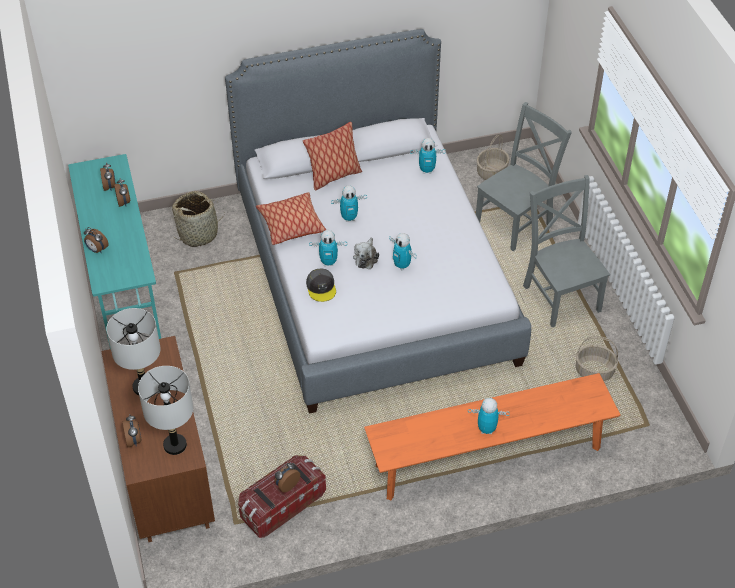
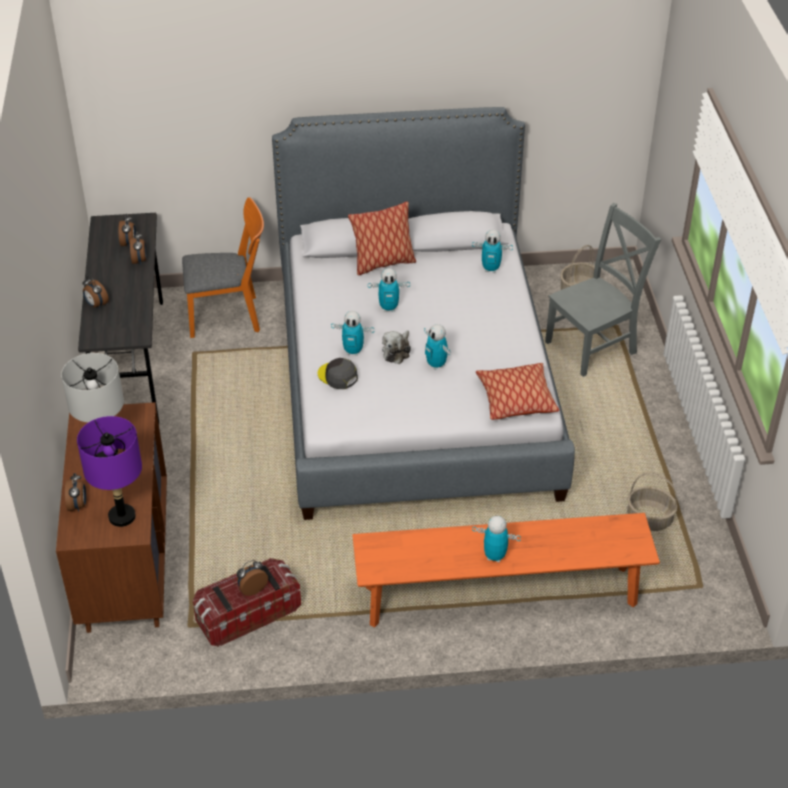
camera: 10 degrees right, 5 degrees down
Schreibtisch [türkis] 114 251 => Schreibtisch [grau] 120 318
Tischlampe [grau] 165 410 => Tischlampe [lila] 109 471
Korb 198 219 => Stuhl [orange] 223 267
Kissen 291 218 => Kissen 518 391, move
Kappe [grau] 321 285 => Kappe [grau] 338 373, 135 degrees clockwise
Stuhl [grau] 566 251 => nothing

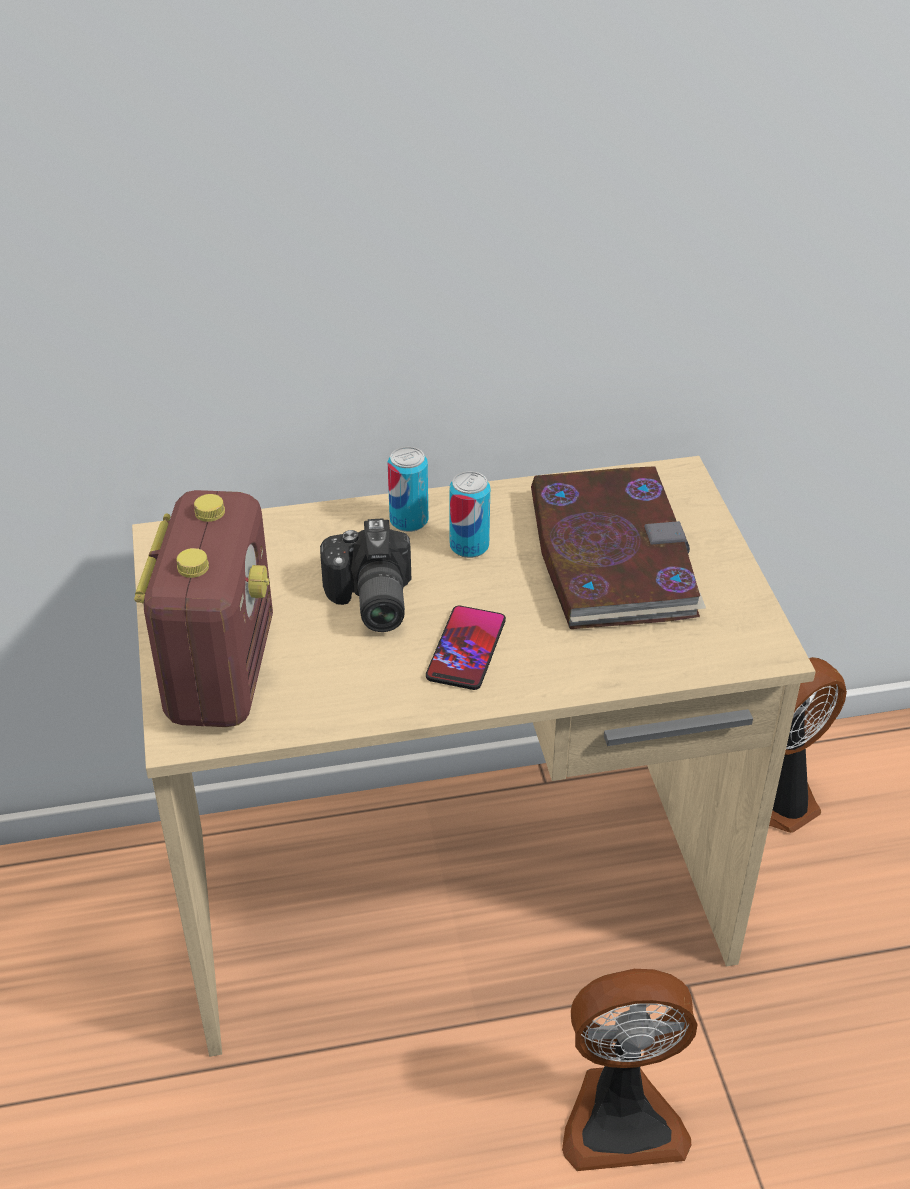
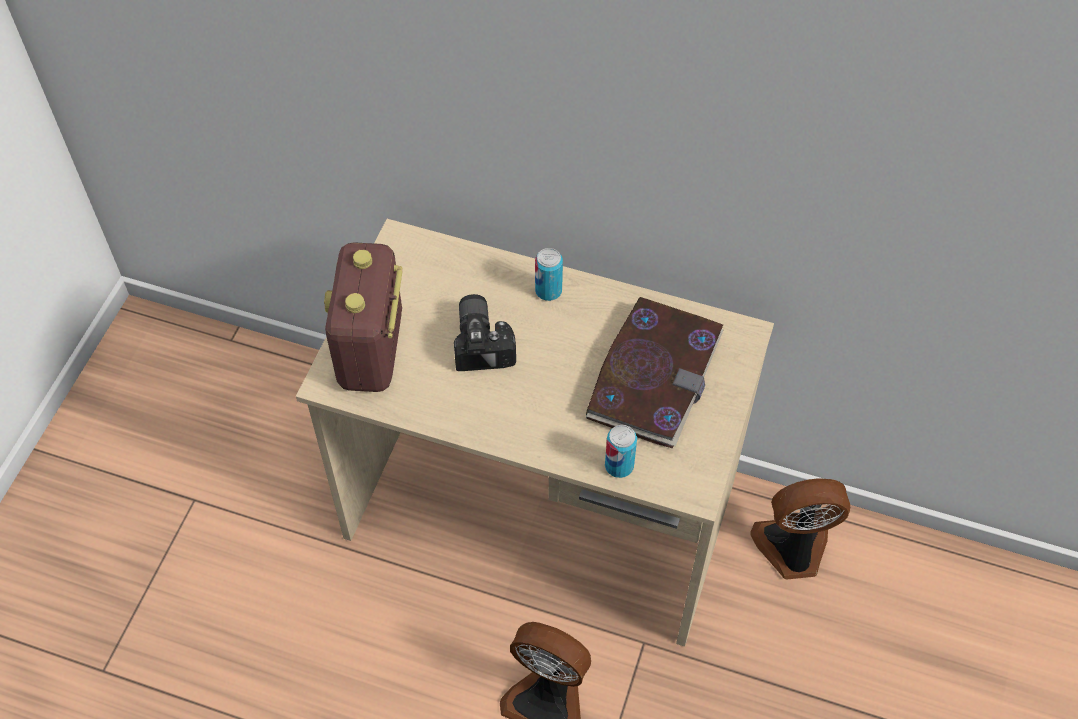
camera: 30 degrees right, 15 degrees up
Radio 203 608 => Radio 363 317, 150 degrees clockwise
Kamera 366 575 => Kamera 485 332, 150 degrees clockwise
Handy 466 648 => nothing
Dose 469 514 => Dose 621 451, move

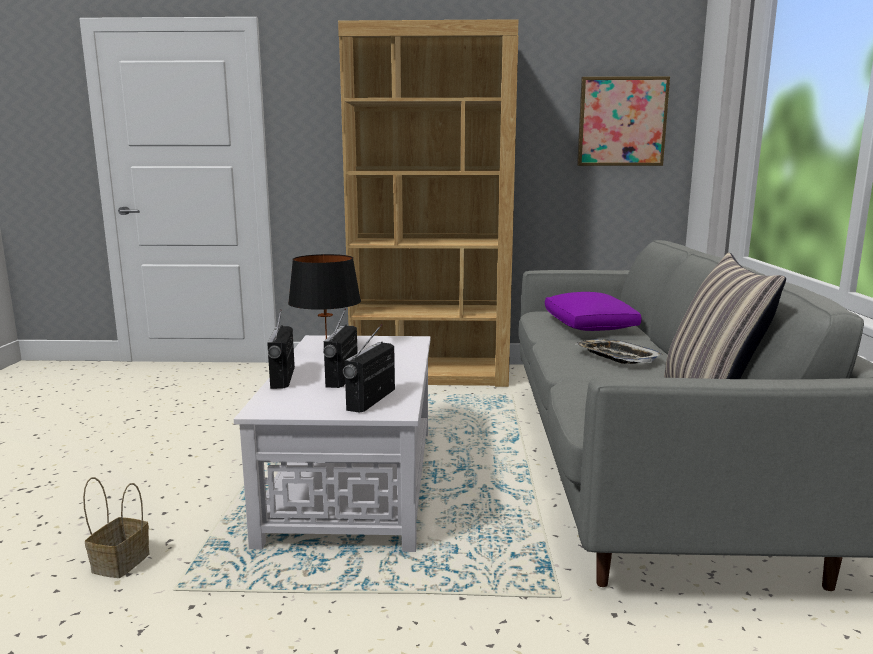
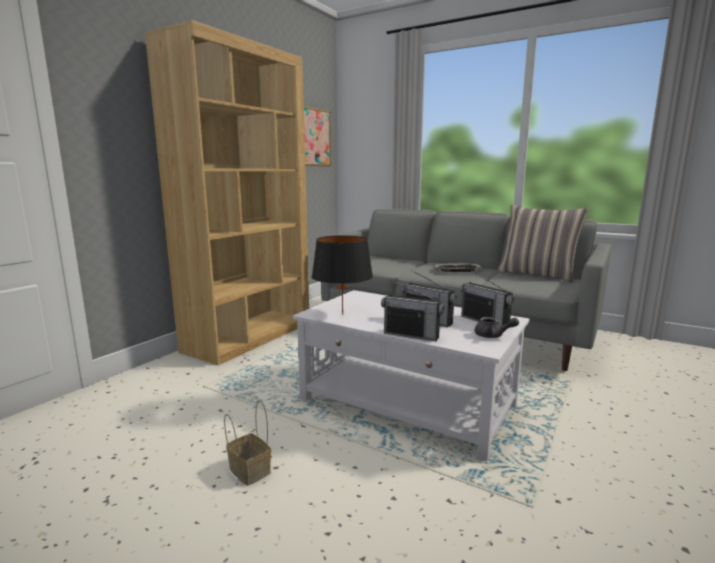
camera: 60 degrees left, 0 degrees up
Korb 116 527 => Korb 247 443, move
Kissen [lila] 593 311 => nothing
nothing => Teekanne [grau] 497 327

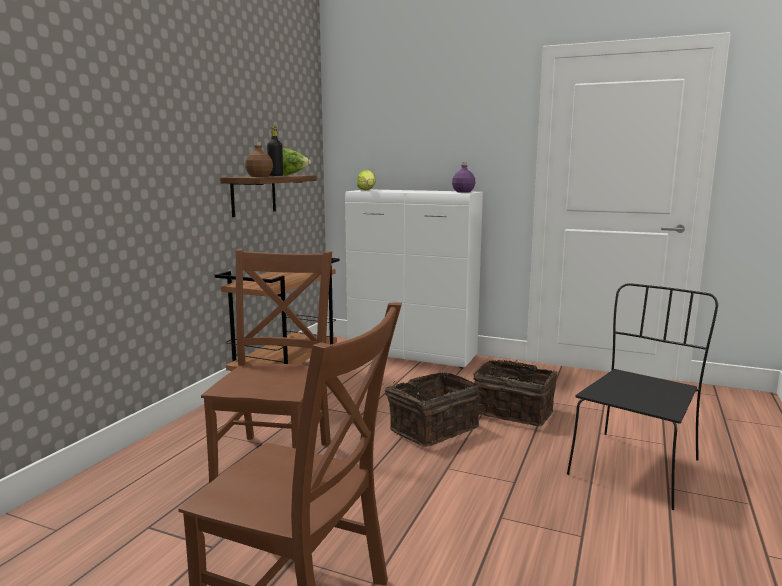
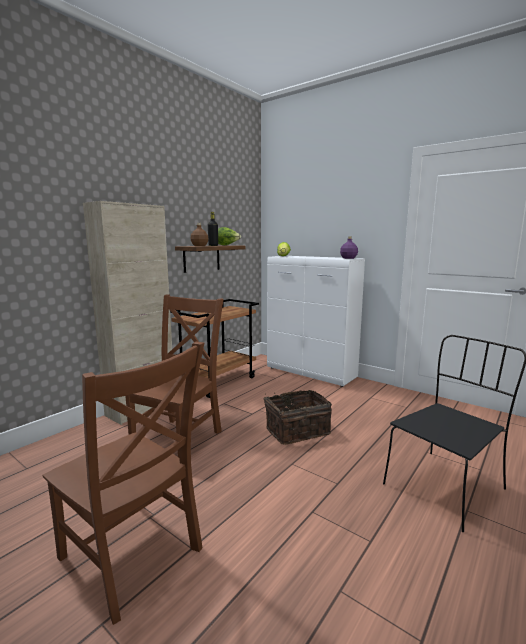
camera: 15 degrees right, 0 degrees up
Korb 515 393 => nothing
nothing => Schrank [beige] 127 313

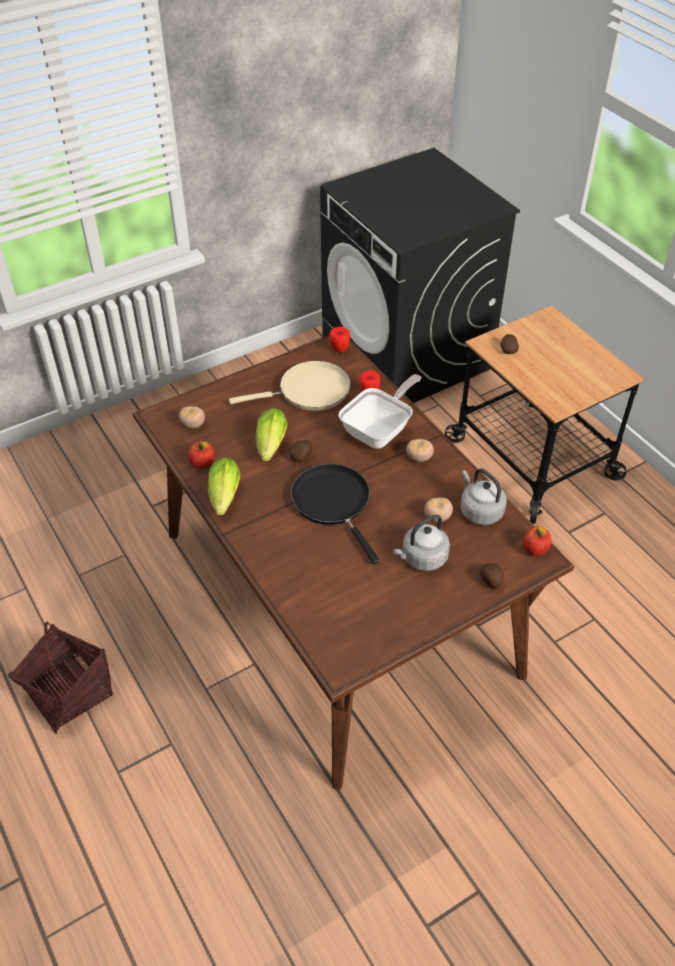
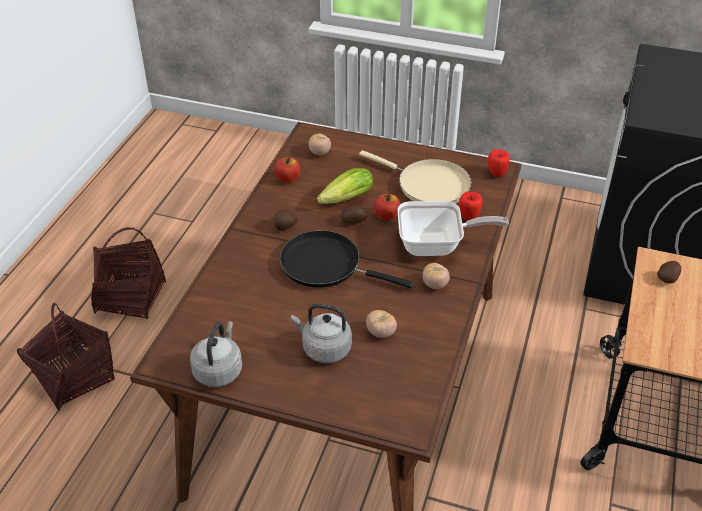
camera: 50 degrees right, 5 degrees down
Salatkopf 224 486 => nothing
Pfanne [schwarz] 335 514 => Pfanne [schwarz] 346 259, 90 degrees counterclockwise
Wasserkessel [grau] 483 497 => Wasserkessel [grau] 216 354, move
Kartoffel 492 576 => Kartoffel 286 220, move
Apfel 537 541 => Apfel 387 207, move
nothing => Korb 65 357

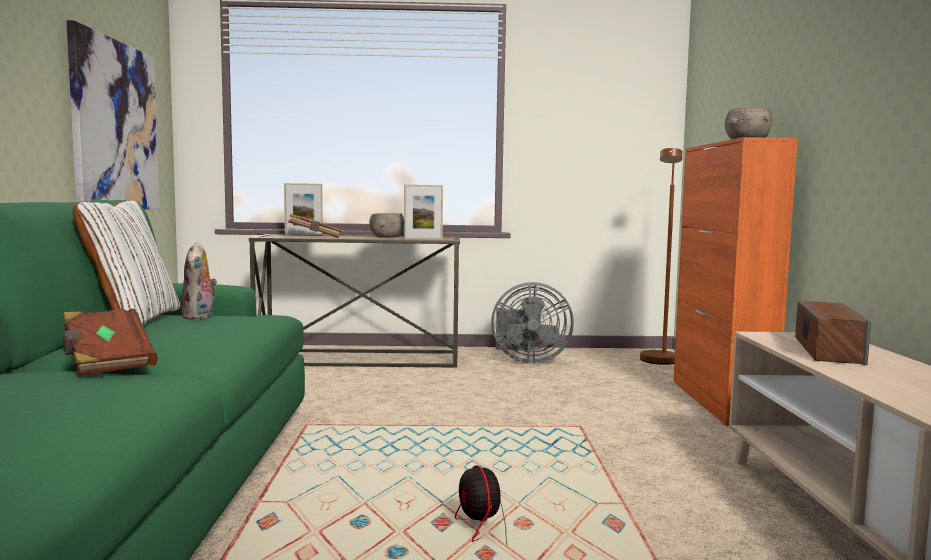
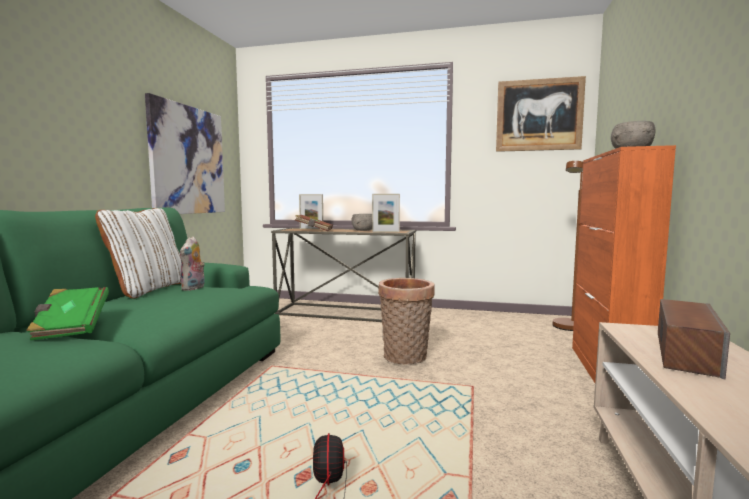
camera: 15 degrees right, 0 degrees up
Buch [braun] 110 342 => Buch [grün] 67 313
Ventilator [grau] 532 323 => nothing
nothing => Korb 406 321
nothing => Bild 541 114

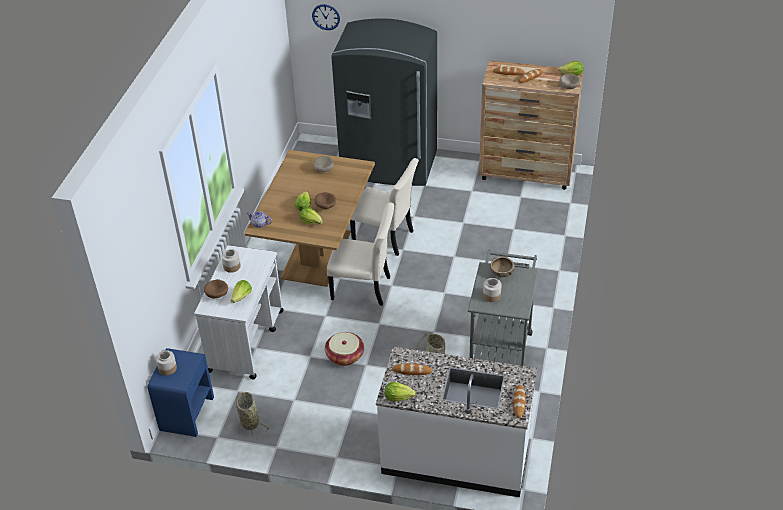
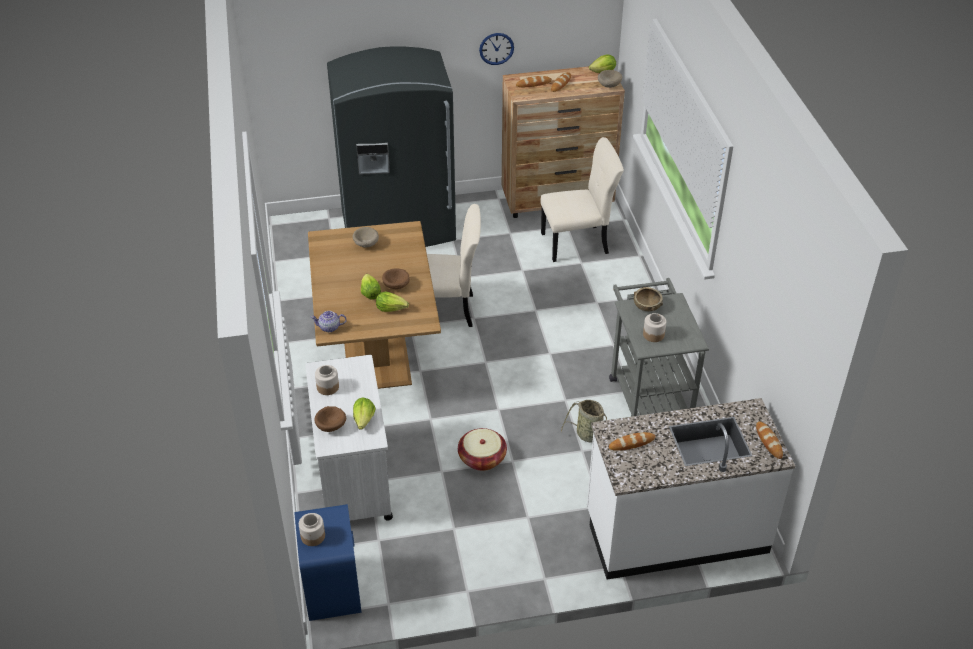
camera: 25 degrees left, 0 degrees up
Korb 253 415 => nothing
Wanduhr 326 17 => Wanduhr 496 49, move
Stuhl [beige] 360 254 => Stuhl [beige] 582 199, move
Salatkopf 400 391 => nothing

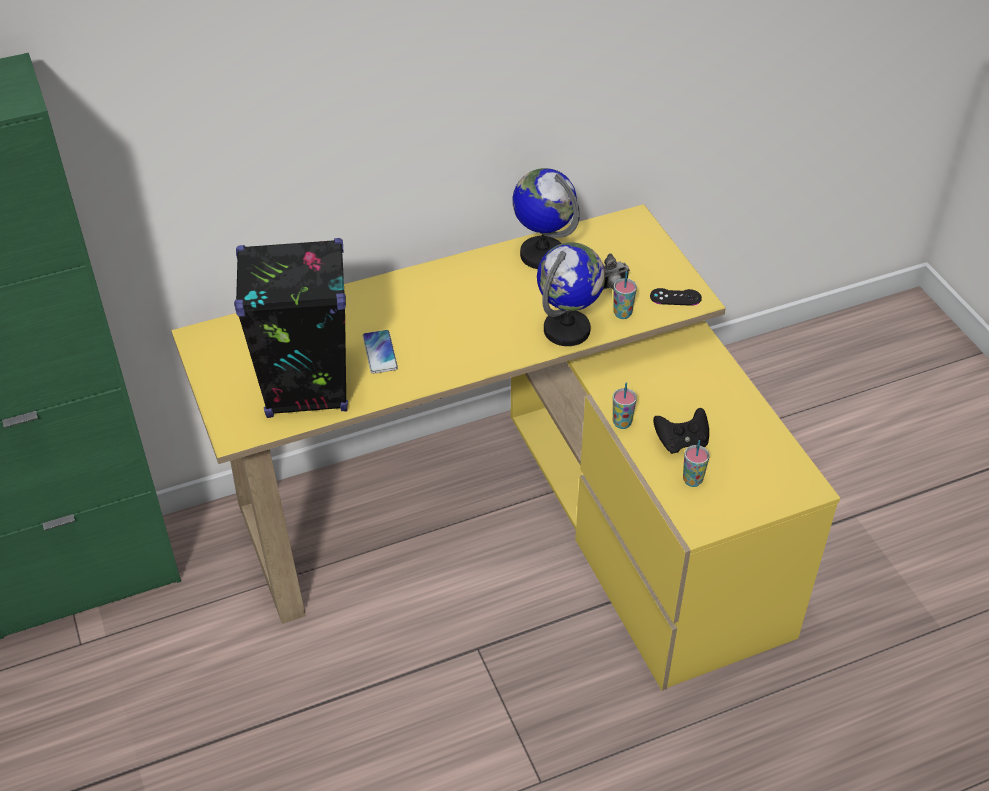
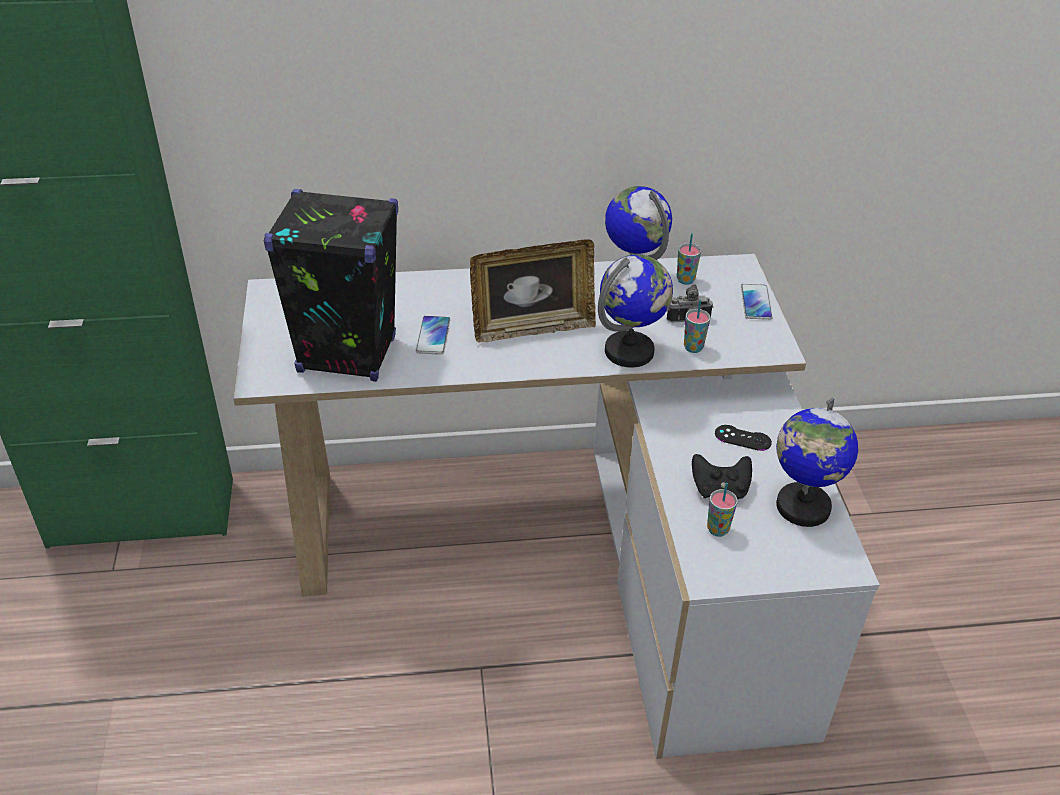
camera: 15 degrees right, 5 degrees down
Schreibtisch [gelb] 505 447 => Schreibtisch [weiß] 556 506
Tasse 625 405 => Tasse 689 259, move
Gamepad [schwarz] 676 297 => Gamepad [schwarz] 743 438, move
nothing => Bilderrahmen 533 291
nothing => Handy 757 302
nothing => Globus 817 462

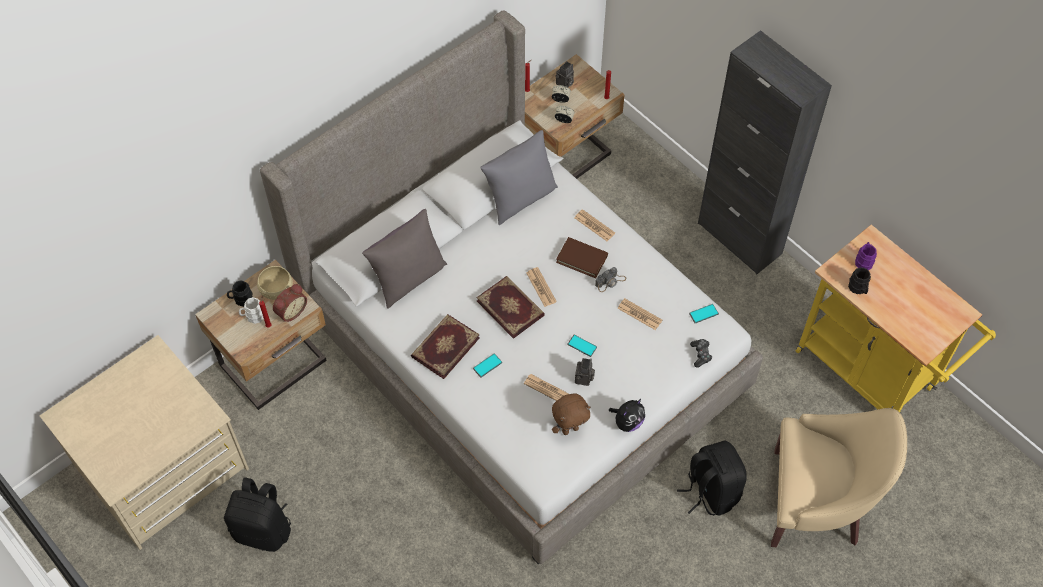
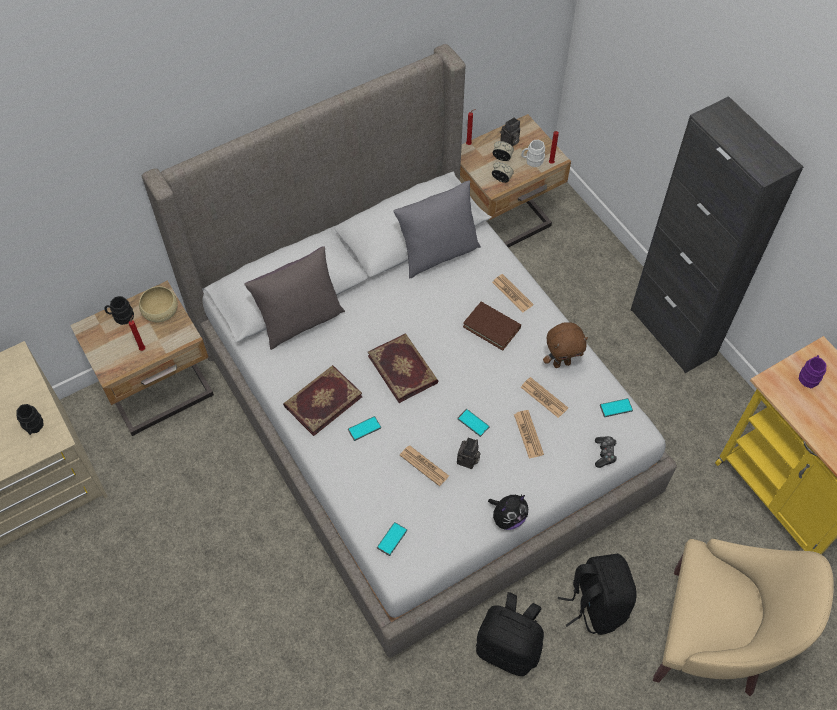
camera: 10 degrees right, 0 degrees up
Rucksack [schwarz] 257 515 => Rucksack [schwarz] 510 634, move
Henkelbecher [weiß] 251 310 => Henkelbecher [weiß] 533 153, move
Wecker 290 303 => nothing
Zeitung 541 287 => Zeitung 529 434, move
Plüschtier [braun] 571 414 => Plüschtier [braun] 565 345, move
Kamera 610 279 => nothing
Henkelbecher [schwarz] 859 280 => Henkelbecher [schwarz] 29 419, move
nothing => Handy 392 539

